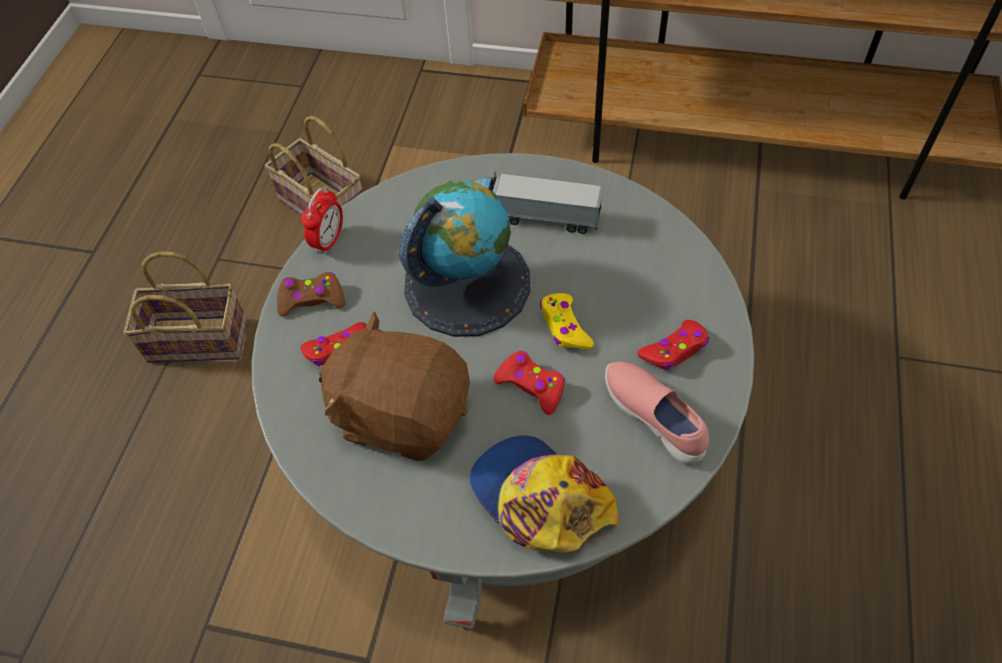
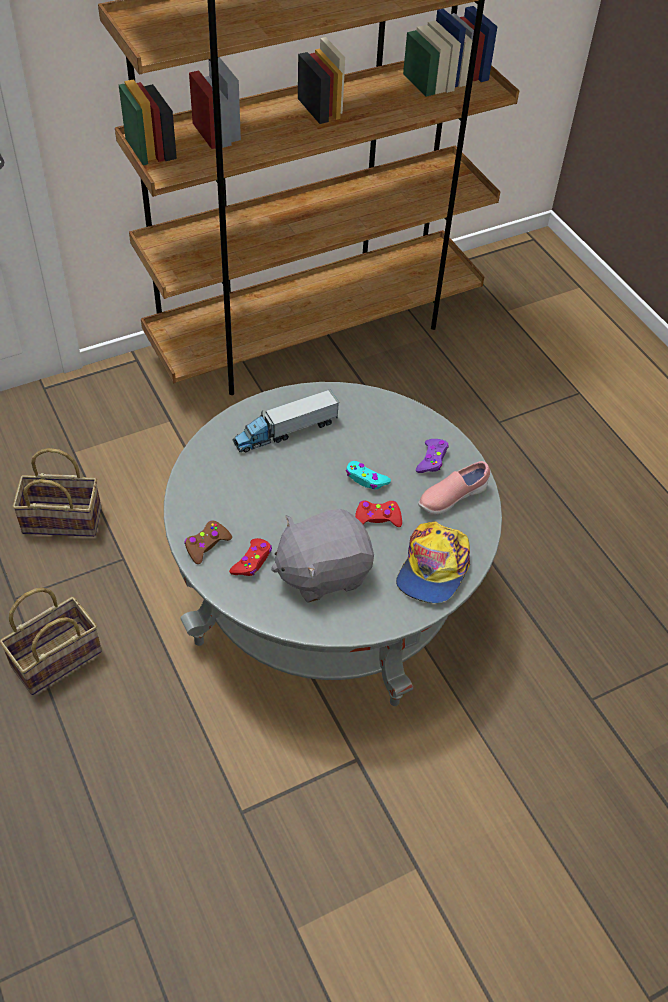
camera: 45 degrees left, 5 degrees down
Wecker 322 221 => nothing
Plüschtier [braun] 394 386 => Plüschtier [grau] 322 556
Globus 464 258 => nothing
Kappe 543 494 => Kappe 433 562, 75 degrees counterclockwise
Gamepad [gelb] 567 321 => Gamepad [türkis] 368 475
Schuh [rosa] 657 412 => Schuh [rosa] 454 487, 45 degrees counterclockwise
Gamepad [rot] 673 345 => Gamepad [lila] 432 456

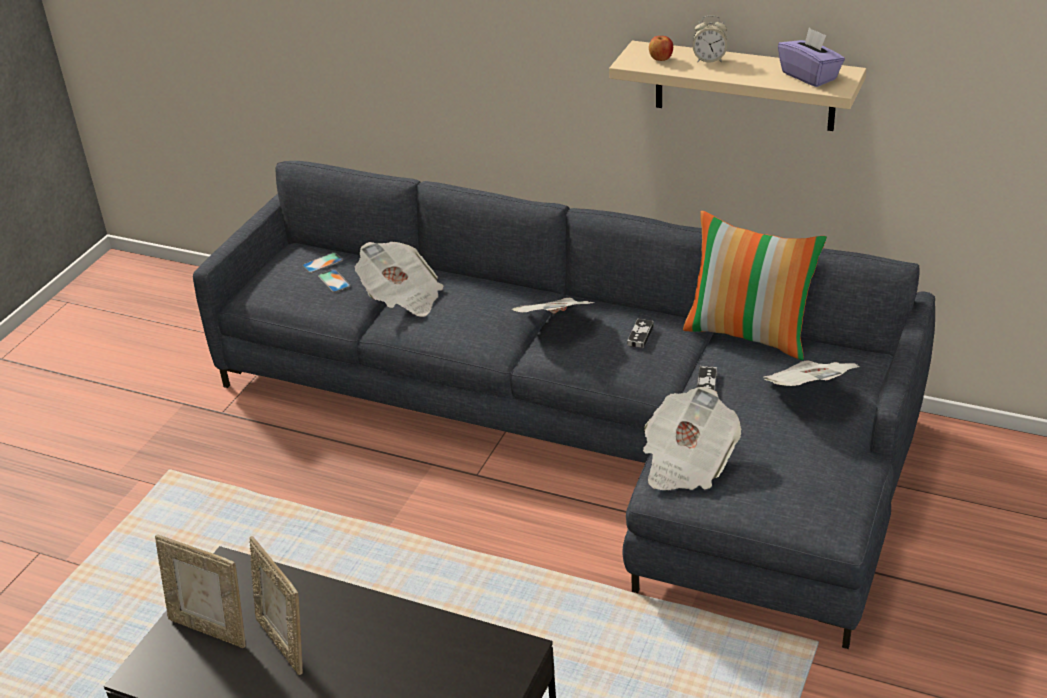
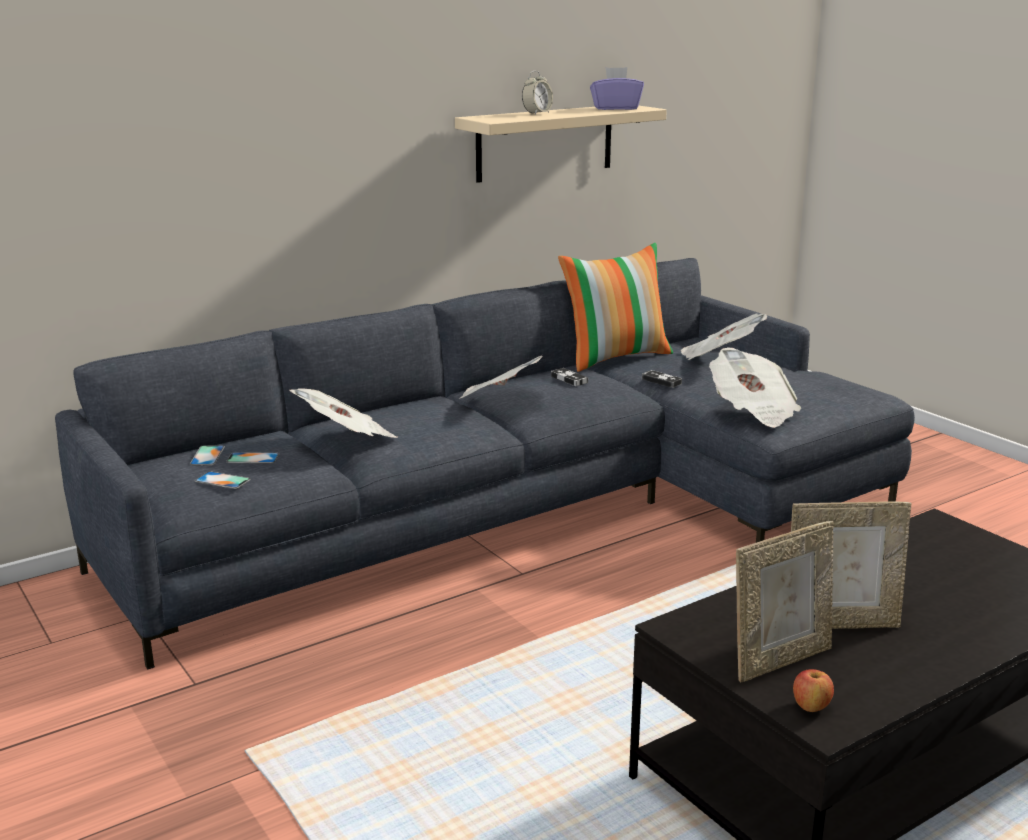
camera: 60 degrees left, 15 degrees down
Apfel 661 48 => Apfel 813 690, move
nothing => Handy 222 480

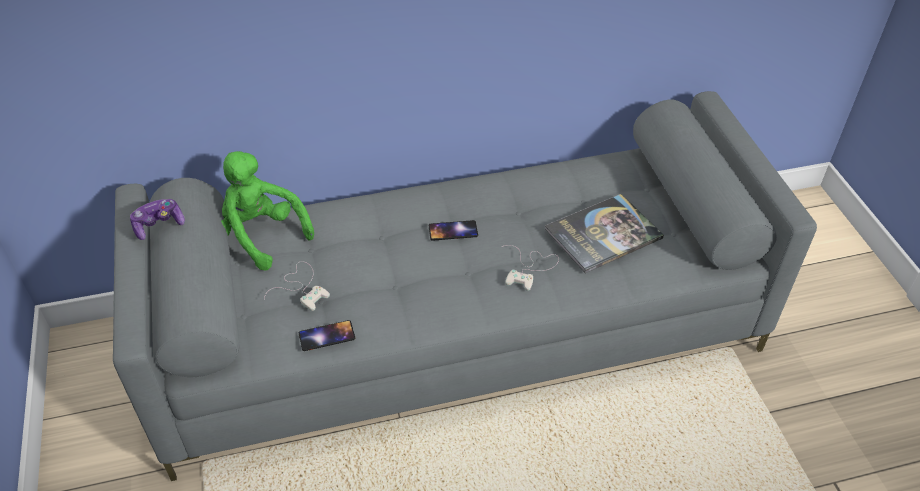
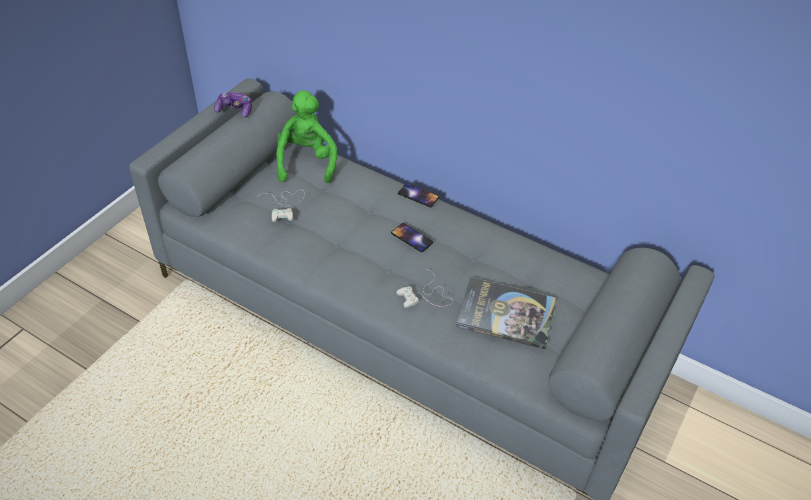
camera: 45 degrees right, 0 degrees up
Handy 327 335 => Handy 418 195, move

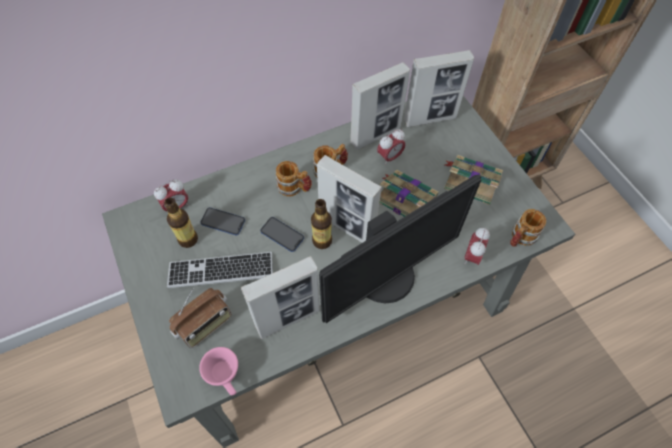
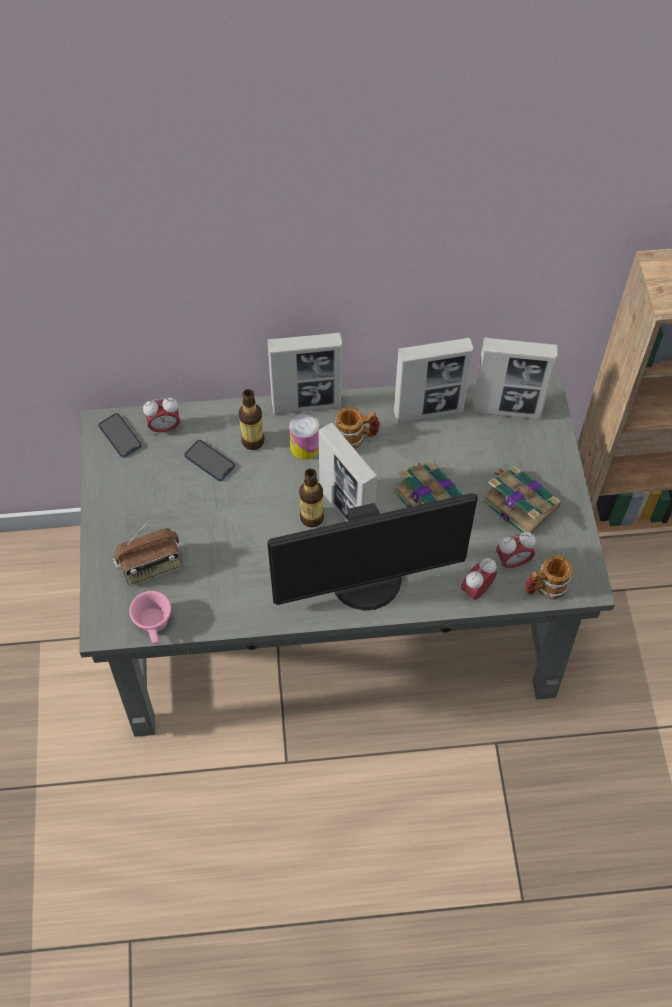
camera: 20 degrees right, 0 degrees up
Flasche 181 222 => Flasche 252 419, move
Tastatur 220 270 => nothing
Bilderrahmen 280 297 => Bilderrahmen 304 373, move
Handy 282 234 => Handy 120 435, move
Henkelbecher 294 179 => Dose 304 436
Wecker 391 147 => Wecker 516 551, move

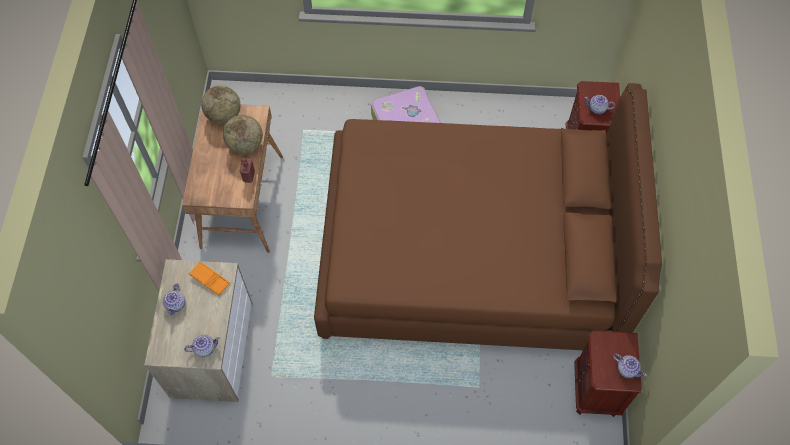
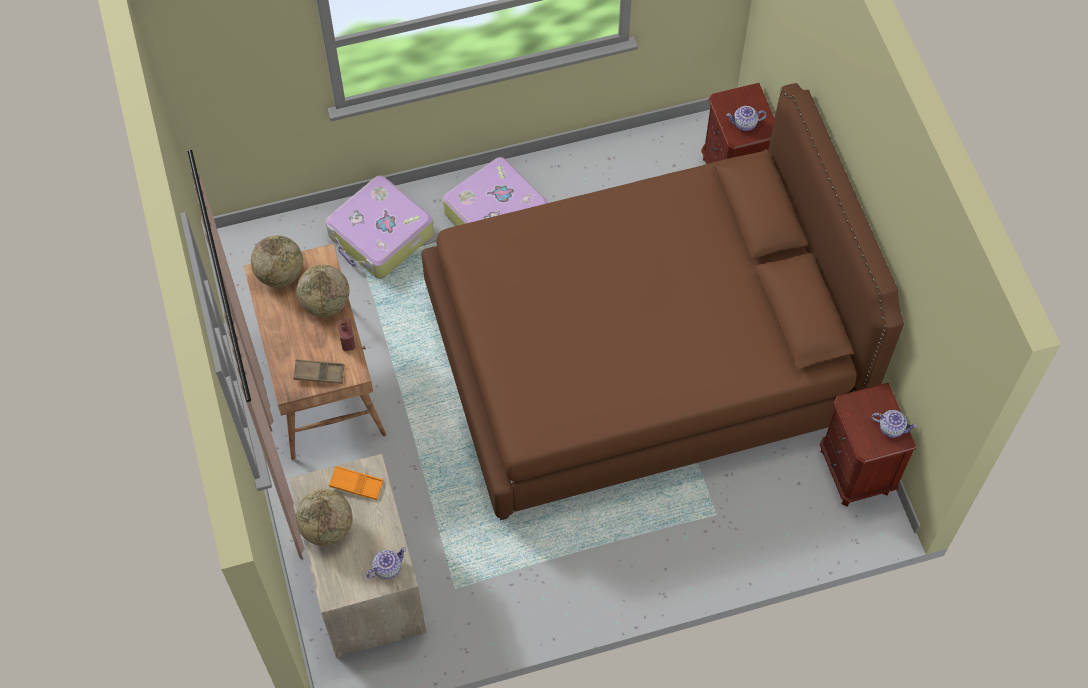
camera: 20 degrees left, 0 degrees up
Teekanne 174 299 => Globus 324 517
nothing => Tablett [braun] 318 371
nothing => Koffer 380 227

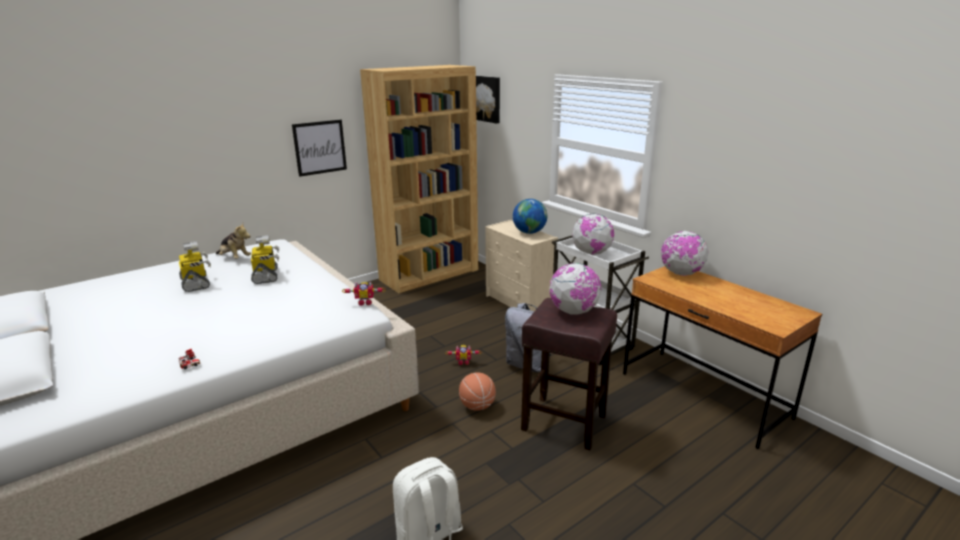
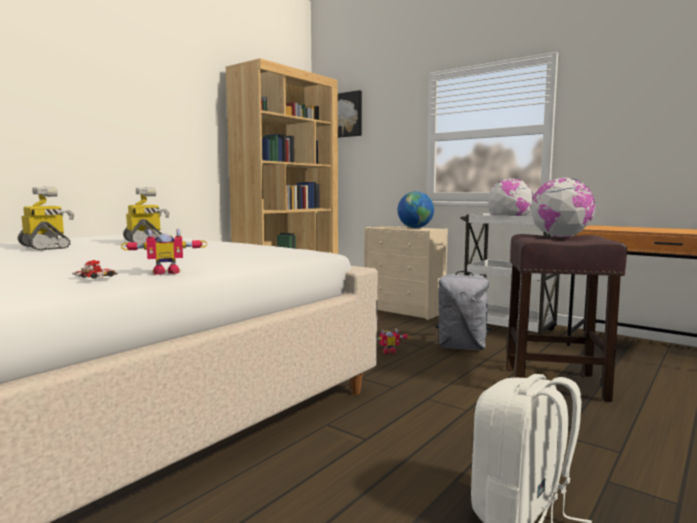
camera: 15 degrees left, 15 degrees down
Plüschtier 233 241 => nothing
Bild 319 148 => nothing
Spielzeugroboter 364 294 => Spielzeugroboter 164 252, move
Basketball 477 391 => nothing
Globus 684 253 => nothing

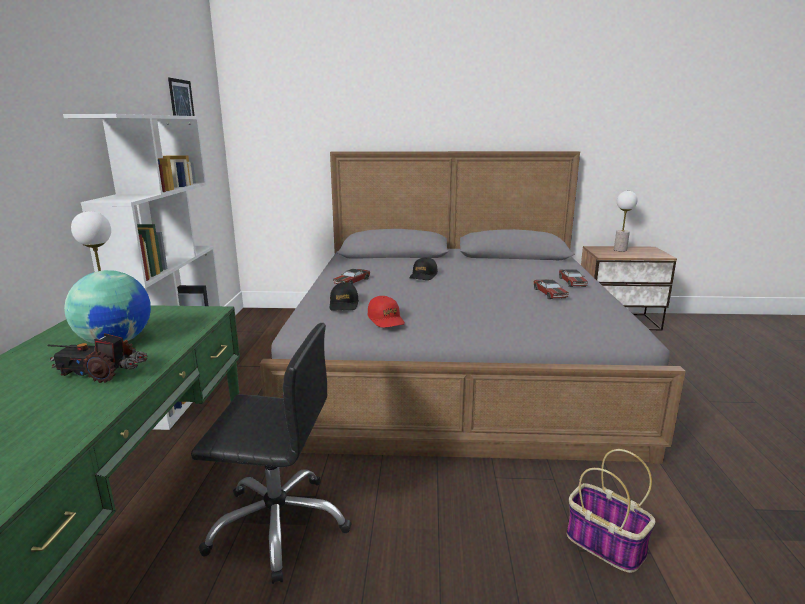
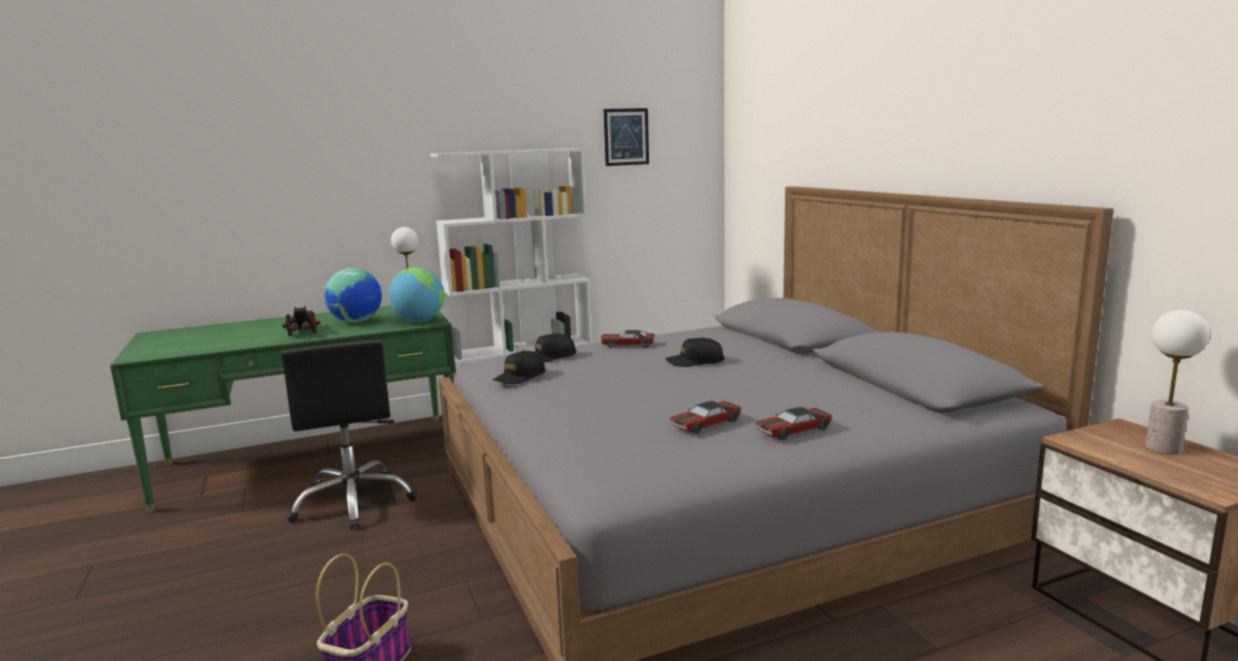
camera: 65 degrees right, 5 degrees down
Kappe [rot] 386 312 => Kappe [schwarz] 519 367
nothing => Globus 417 295

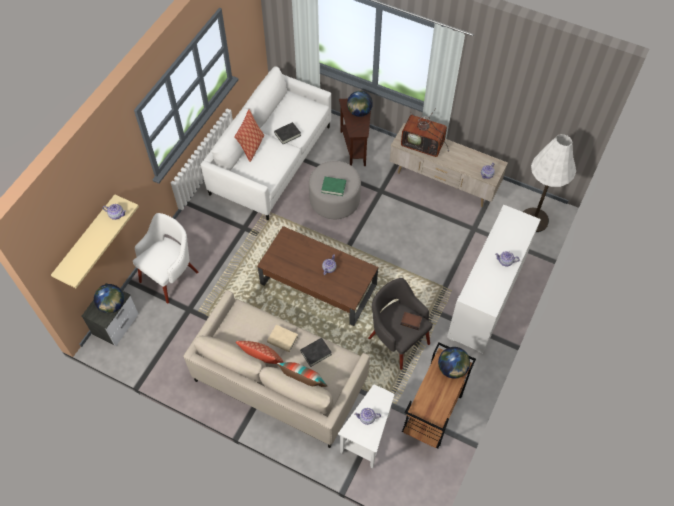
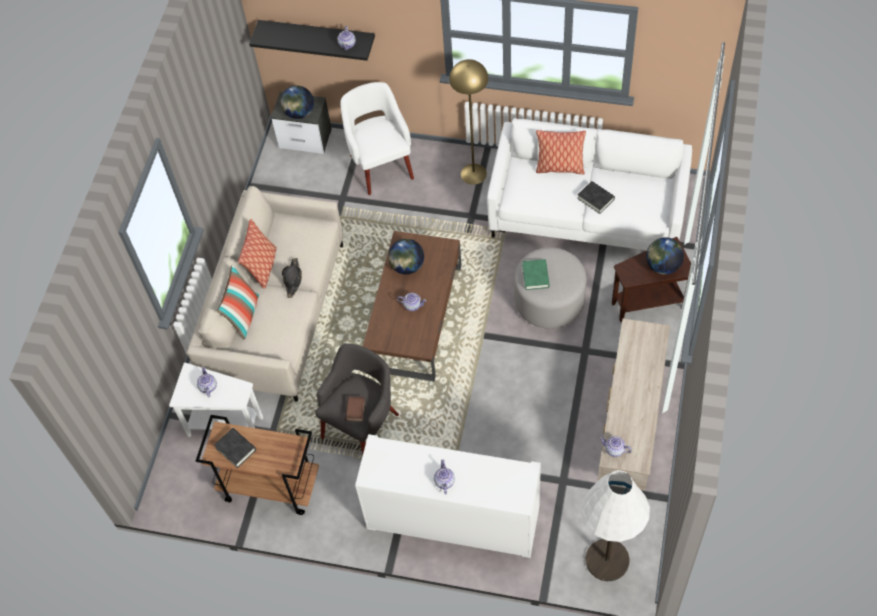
camera: 80 degrees right, 0 degrees up
Wandregal [beige] 95 241 => Wandregal [schwarz] 312 40
Sessel [weiß] 165 258 => Sessel [weiß] 377 138, 135 degrees counterclockwise
Buch [beige] 282 338 => Hut [schwarz] 292 278
Buch [schwarz] 316 352 => Buch [schwarz] 235 448, move
Fernseher 425 132 => nothing
Globus 454 363 => Globus 406 257, move
nothing => Stehlampe [gelb] 469 122

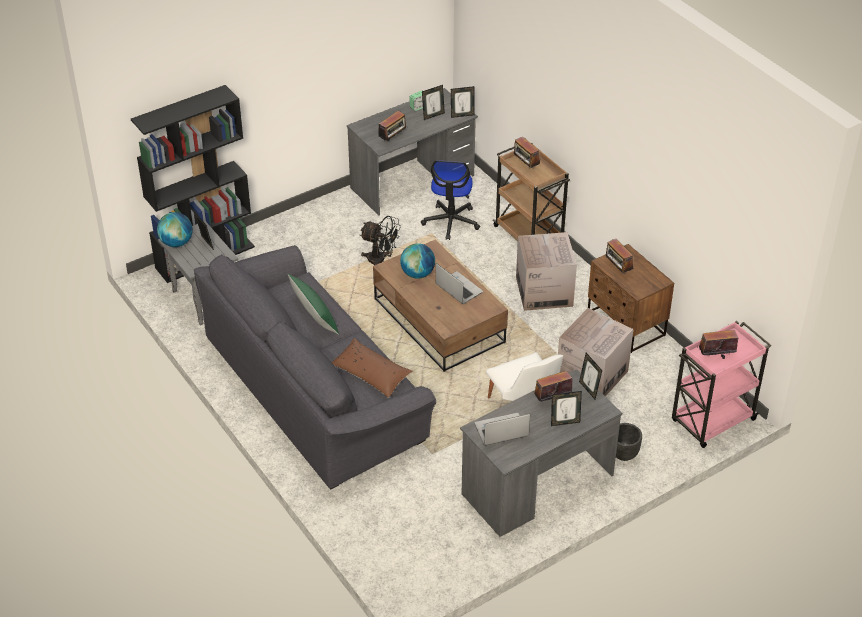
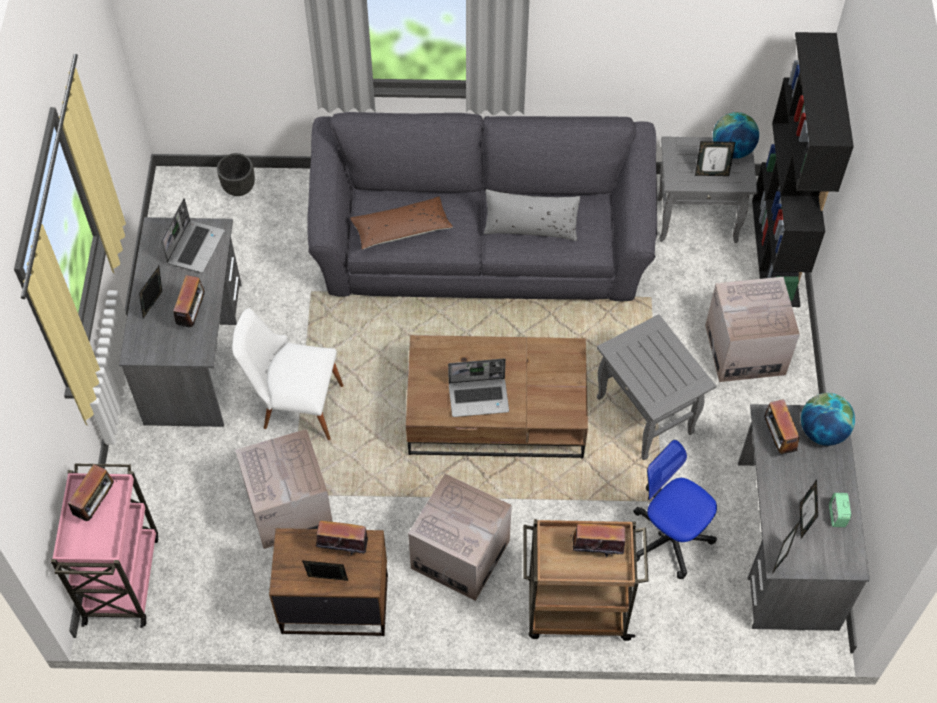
camera: 125 degrees right, 15 degrees up
Kissen [grün] 313 304 => Kissen [grau] 532 215
Ventilator [schwarz] 380 240 => Beistelltisch [grau] 656 387
Globus 417 261 => Globus 828 419, move
Bilderrahmen 590 376 => Bilderrahmen 325 570, move
Pflanzkübel [schwarz] 629 442 => Pflanzkübel [schwarz] 236 174, move
nothing => Karton 752 329

